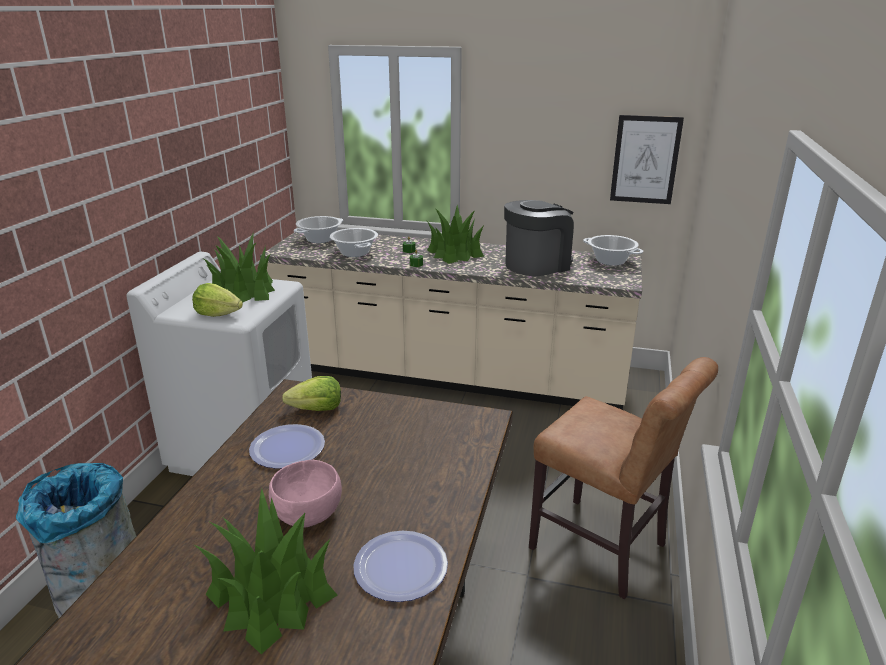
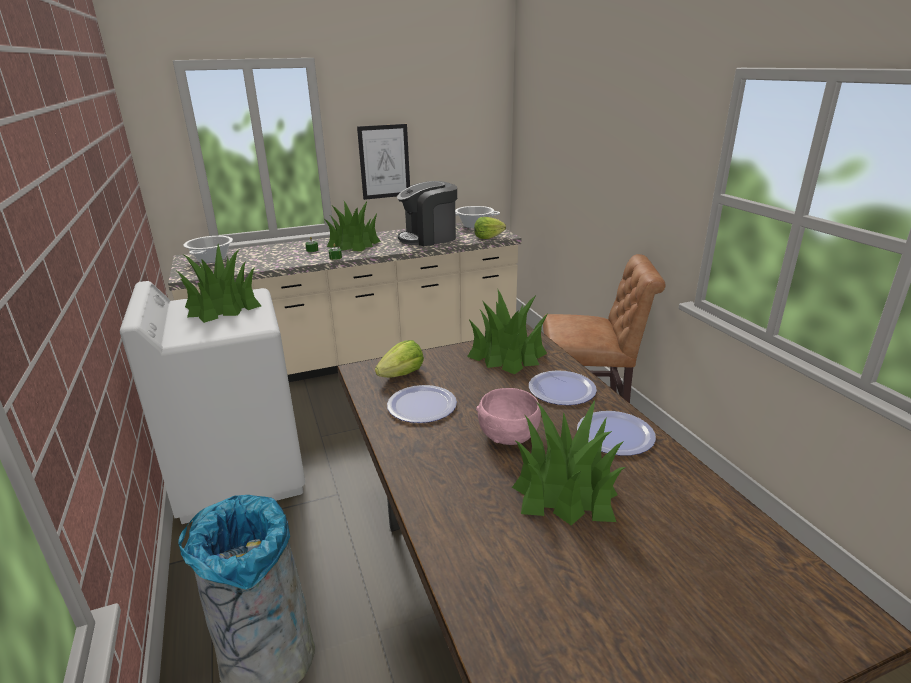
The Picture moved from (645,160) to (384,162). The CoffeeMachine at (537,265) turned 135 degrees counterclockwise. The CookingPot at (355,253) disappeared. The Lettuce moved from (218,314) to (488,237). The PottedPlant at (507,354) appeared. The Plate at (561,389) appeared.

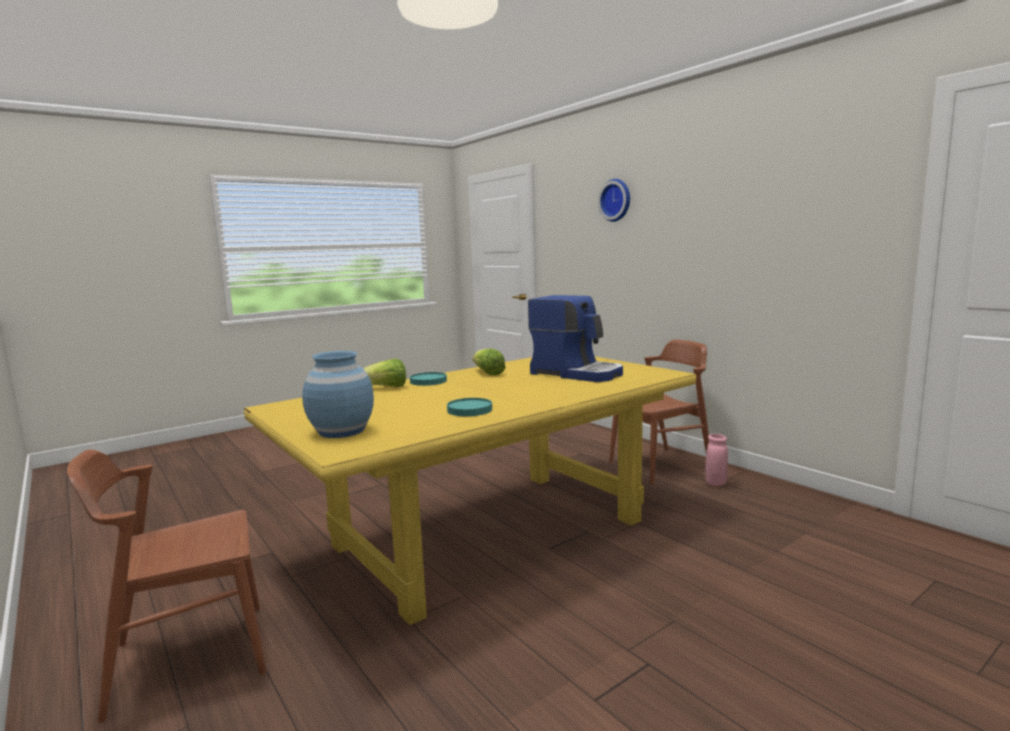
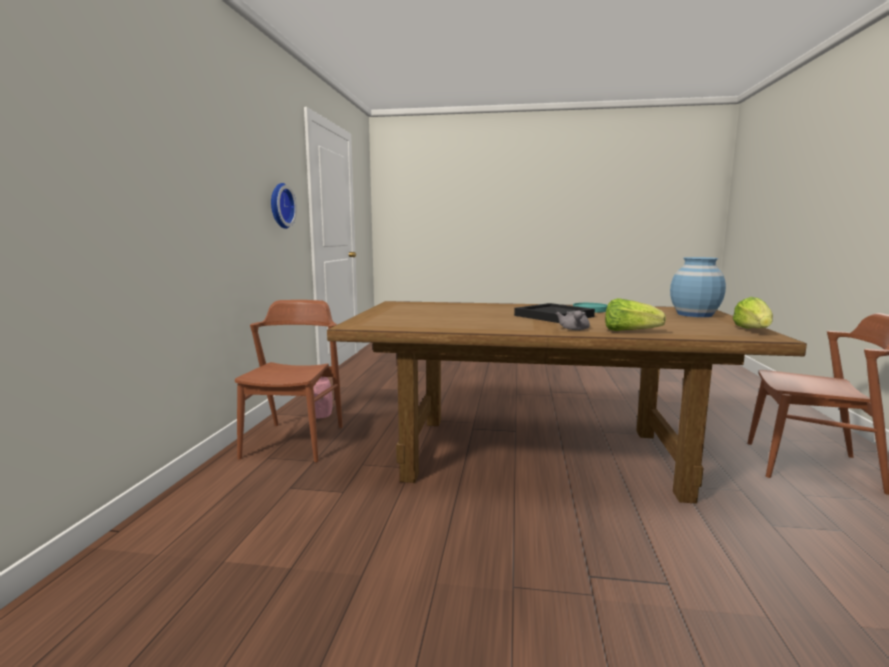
The WallClock moved from (616,200) to (280,206). The CoffeeMachine at (577,373) disappeared. The BrownChair at (660,465) turned 75 degrees clockwise. The Lettuce moved from (487,373) to (753,330). The YellowDiningTable at (491,533) became the BrownDiningTable at (537,454). The TurquoisePlate at (428,381) was replaced by the GreyTeapot at (574,329). The BlackTray at (555,316) appeared.

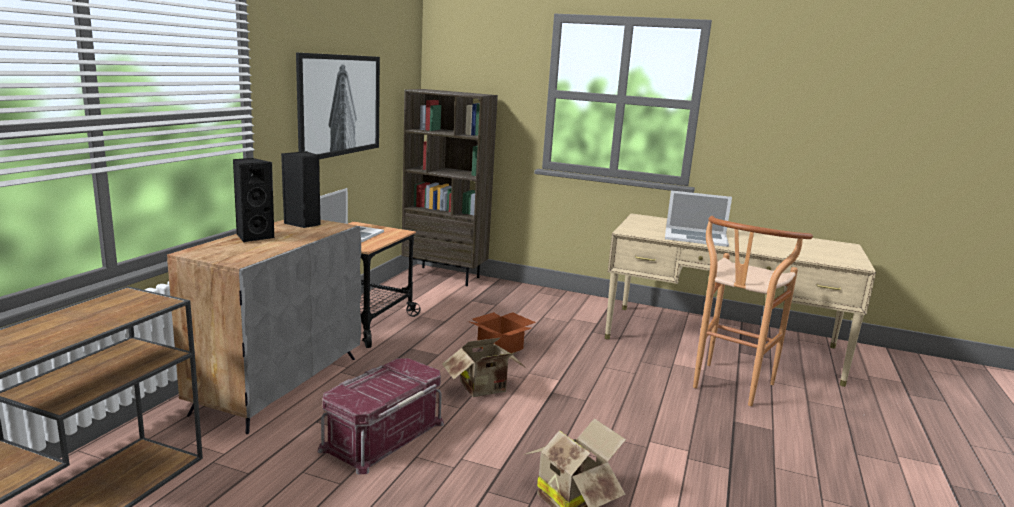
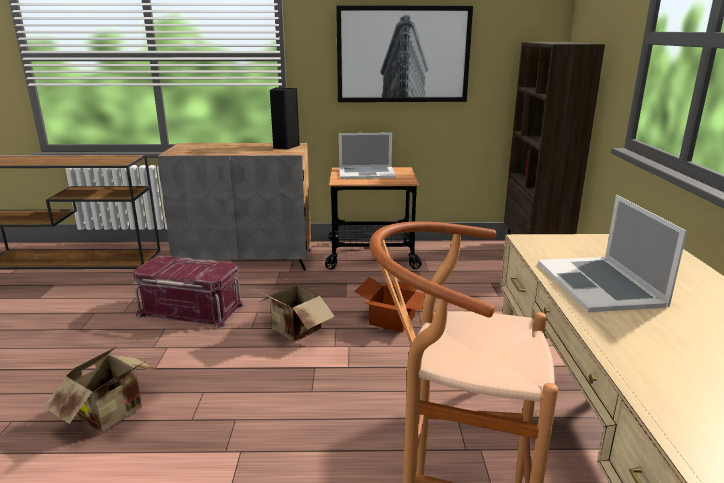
The BlackSpeaker at (253,237) disappeared.

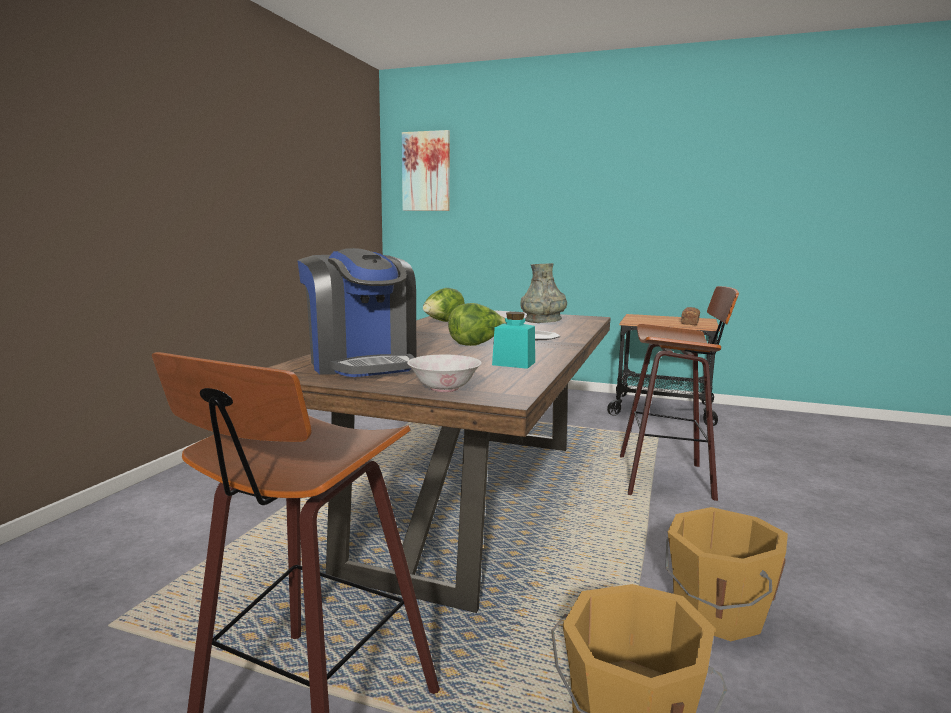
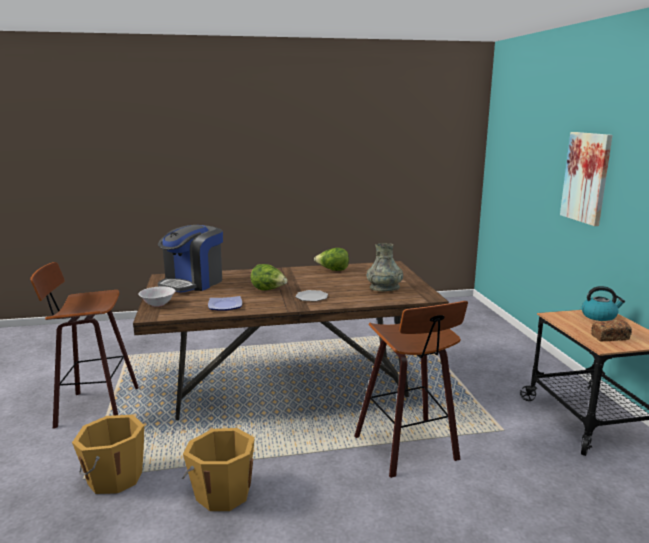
The Picture moved from (426,171) to (586,177). The TurquoiseJar at (513,363) was replaced by the Plate at (224,305). The Kettle at (599,316) appeared.

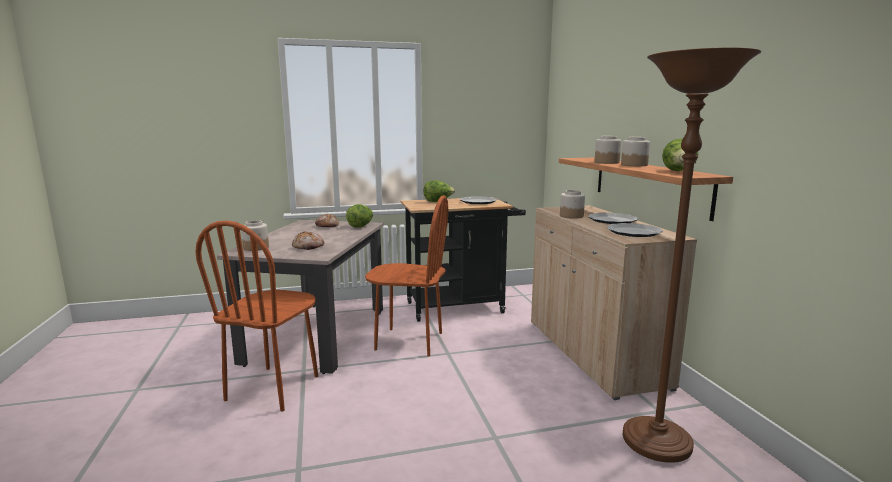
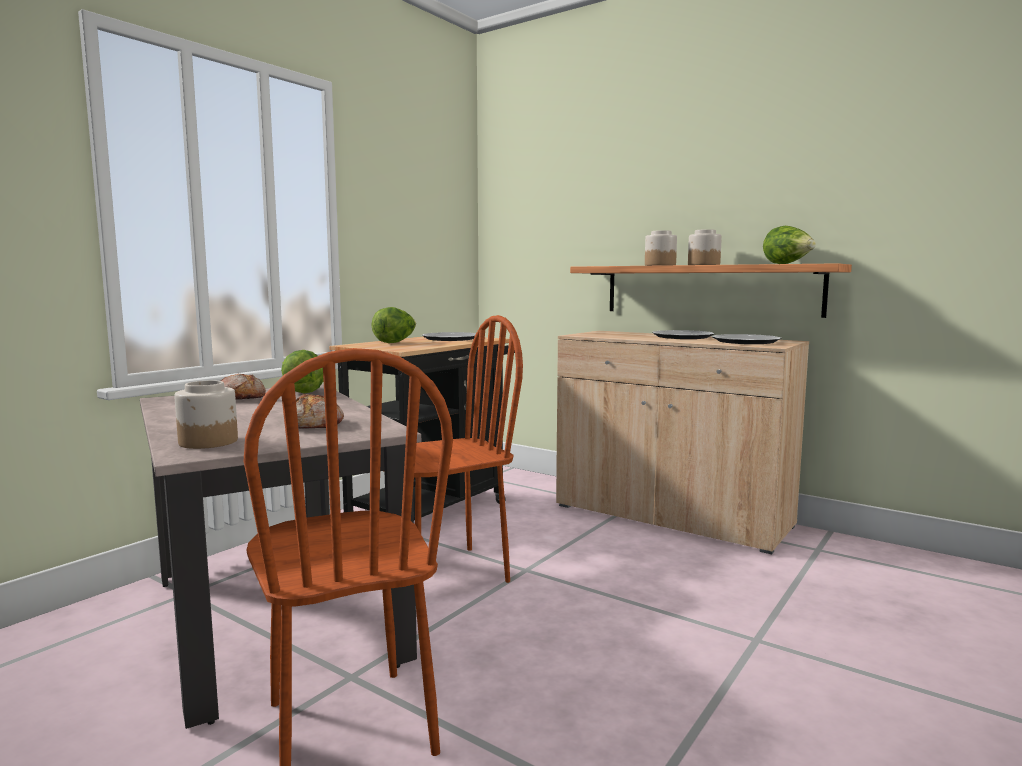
The BrownFloorLamp at (656,443) disappeared. The Jar at (571,216) disappeared.

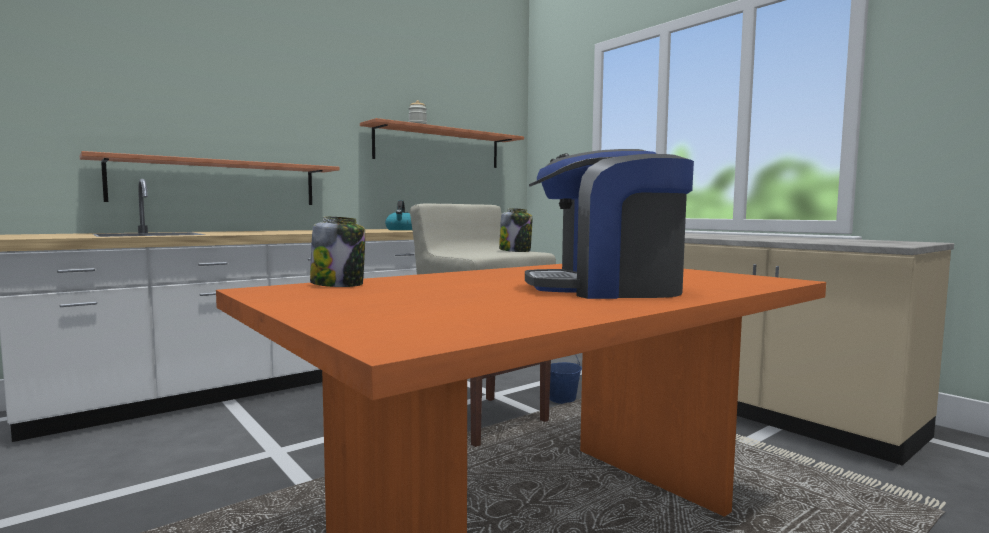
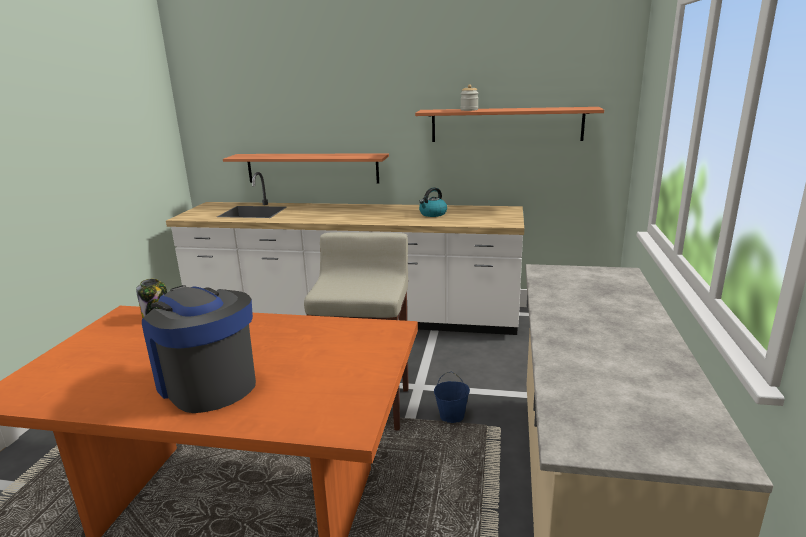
The Jar at (515,251) disappeared.

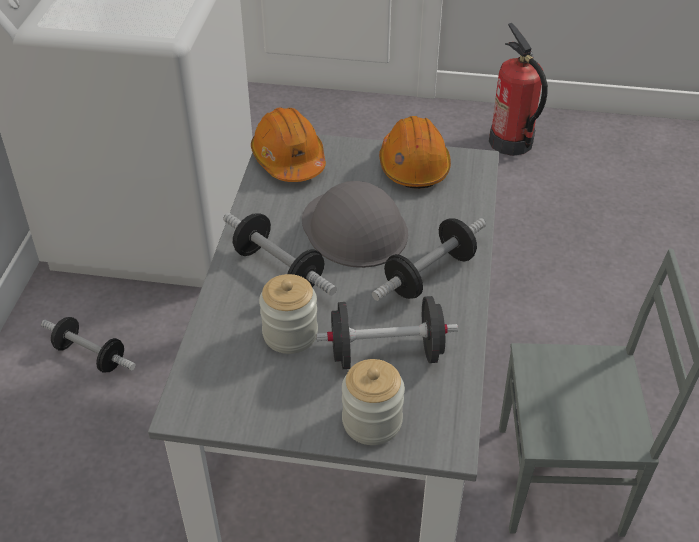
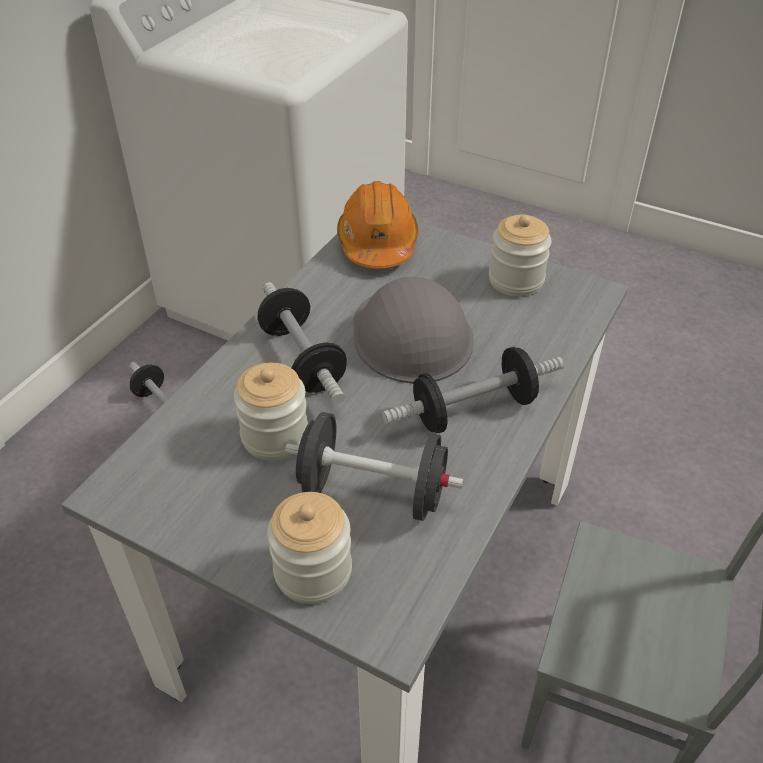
The FireExtinguisher at (511,142) disappeared. The OrangeHardHat at (413,166) was replaced by the Jar at (516,280).

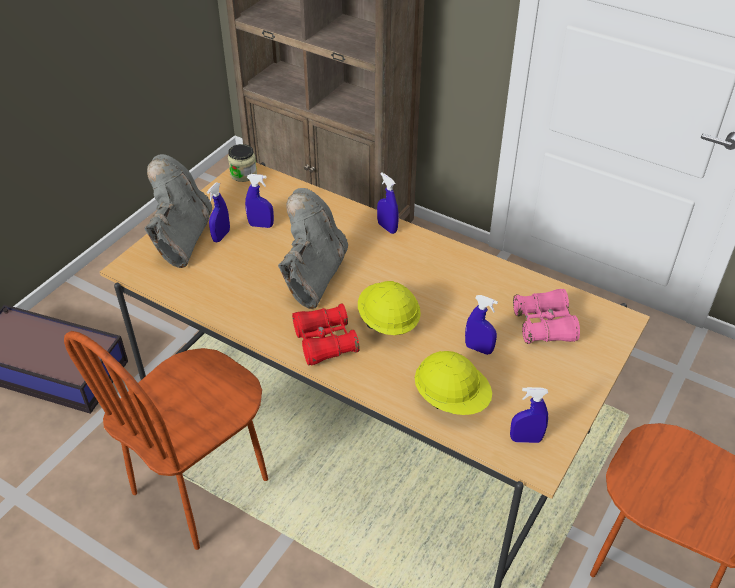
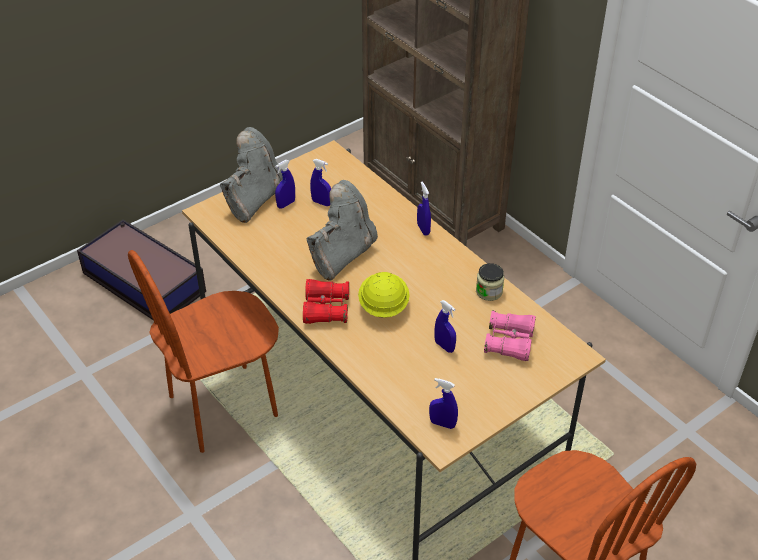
The Jar moved from (243,174) to (489,292). The YellowHardHat at (451,399) disappeared.

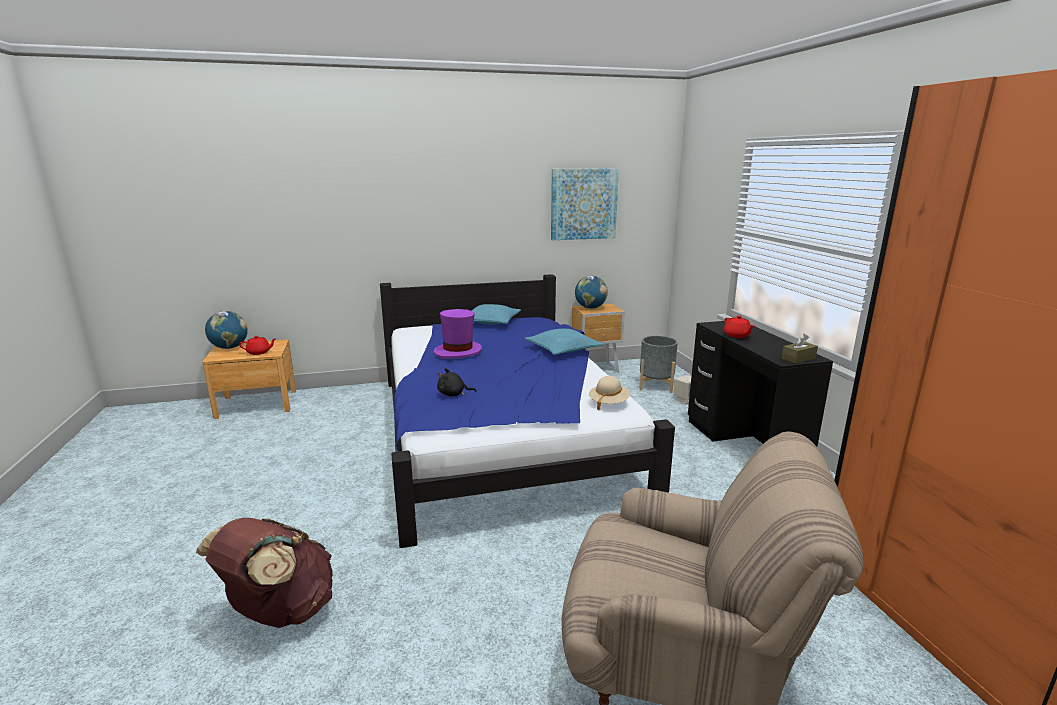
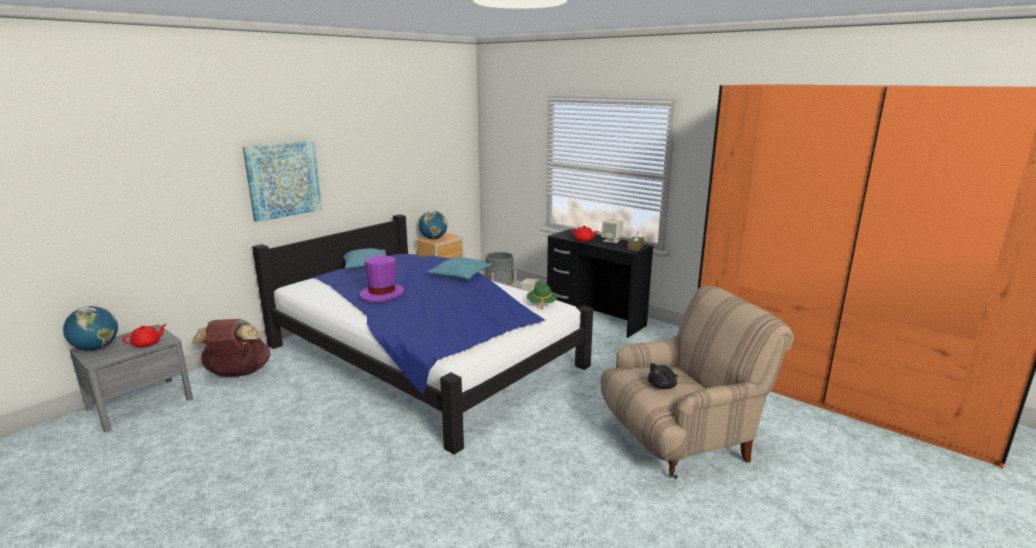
The Picture moved from (583,204) to (283,179). The BrownNightstand at (257,404) became the GreyNightstand at (140,403). The BlackPlushToy moved from (453,394) to (663,386). The BeigeHat at (608,403) became the GreenHat at (541,304). The BrownBackpack moved from (280,612) to (238,374). The BeigeSpeaker at (612,240) appeared.

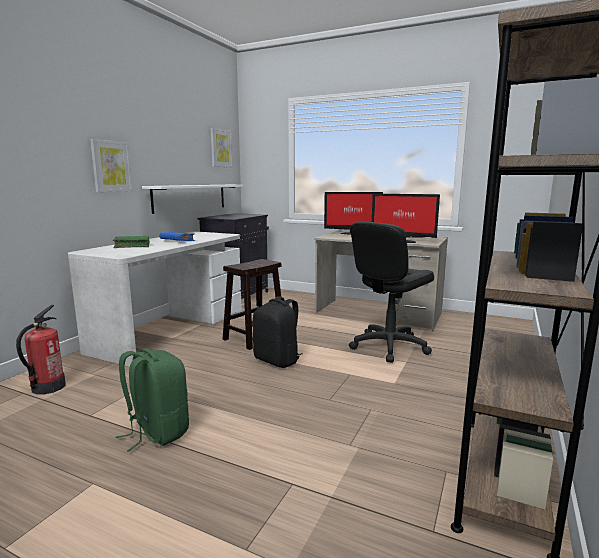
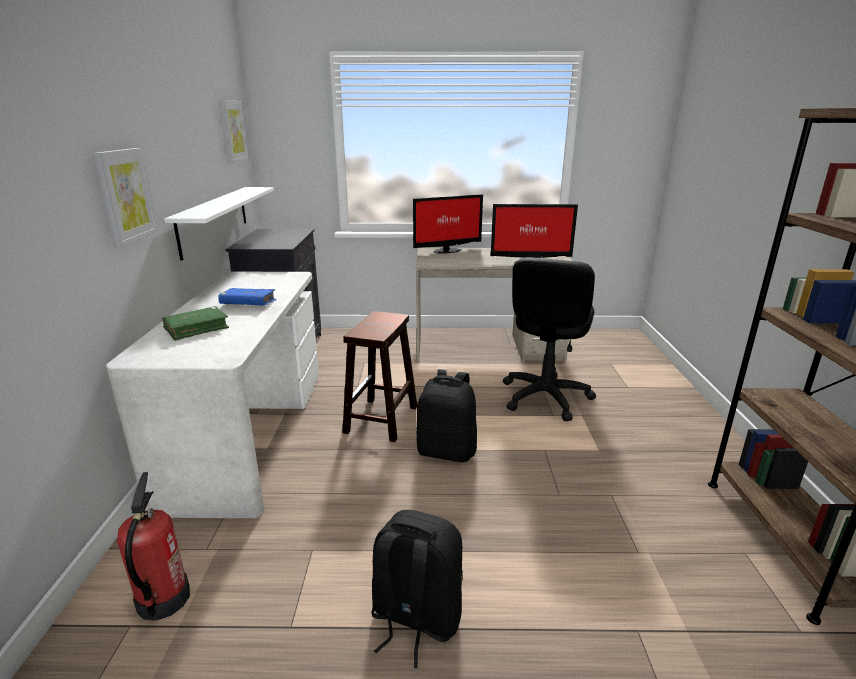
The GreenBackpack at (157,432) became the BlackBackpack at (415,619).

